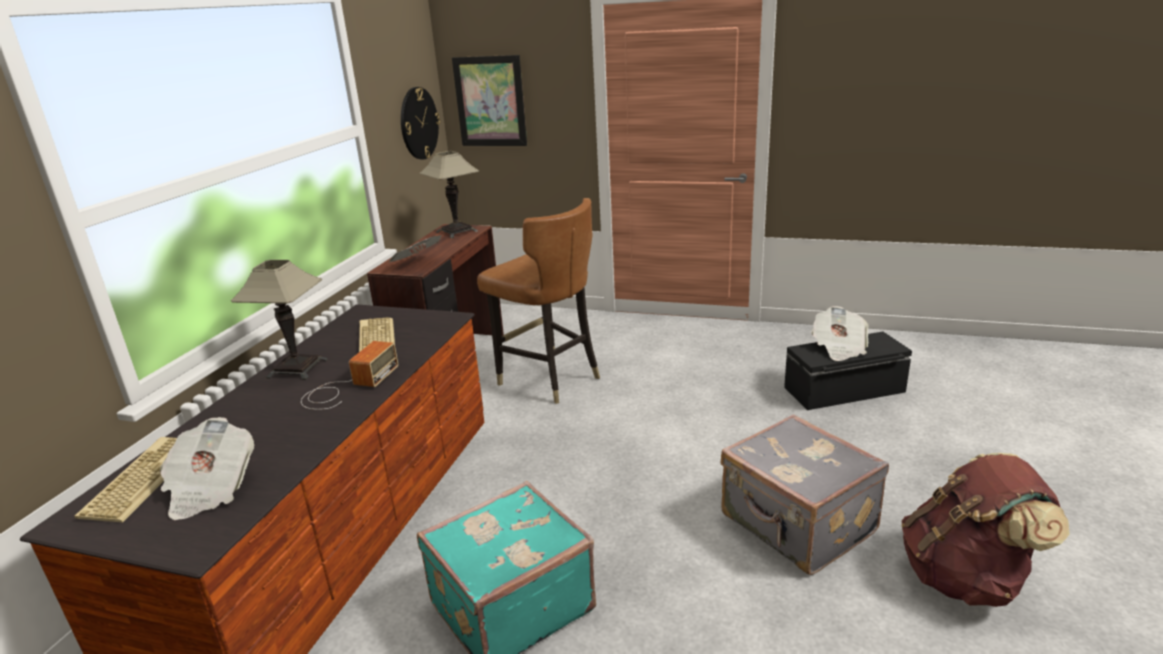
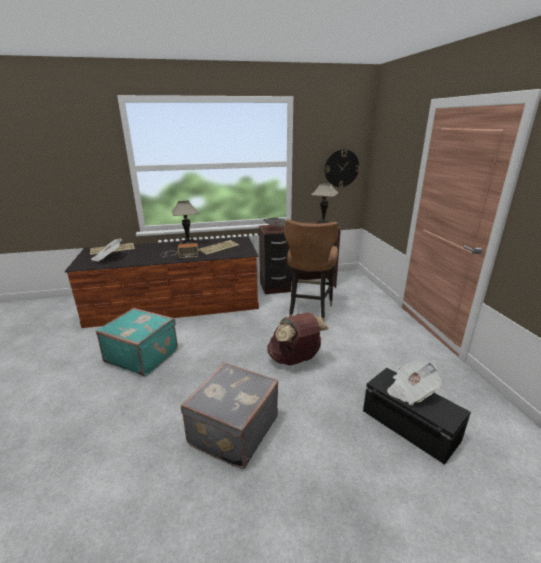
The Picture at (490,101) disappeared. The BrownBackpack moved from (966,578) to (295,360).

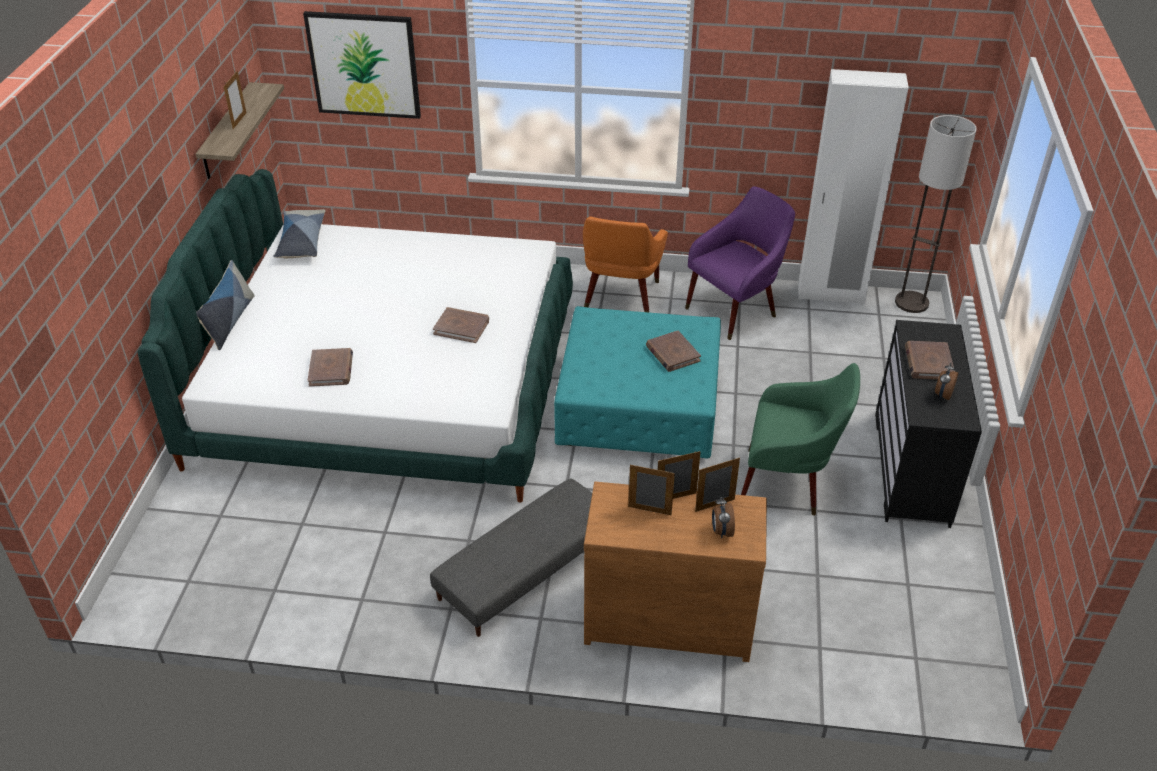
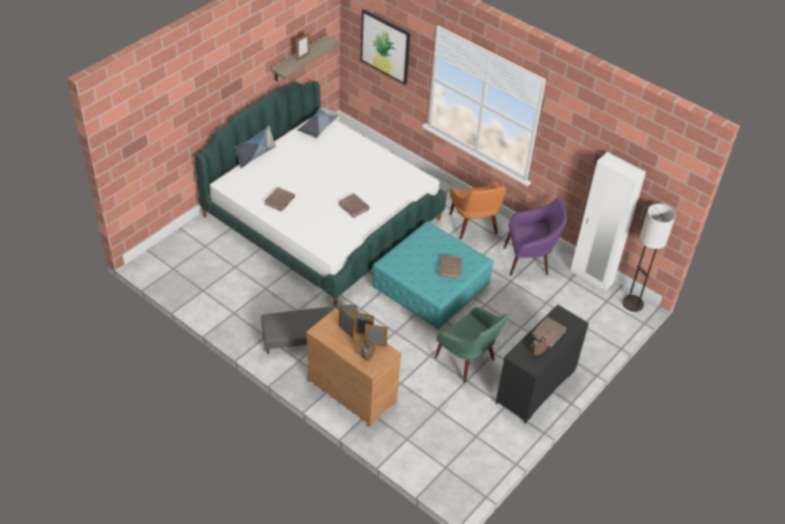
The OrangeArmchair at (620,299) turned 60 degrees counterclockwise.

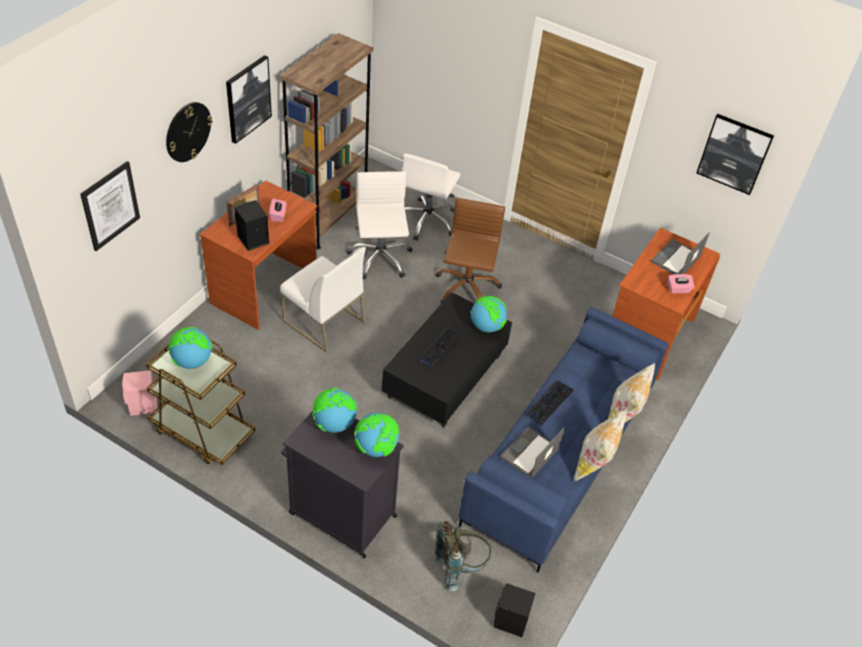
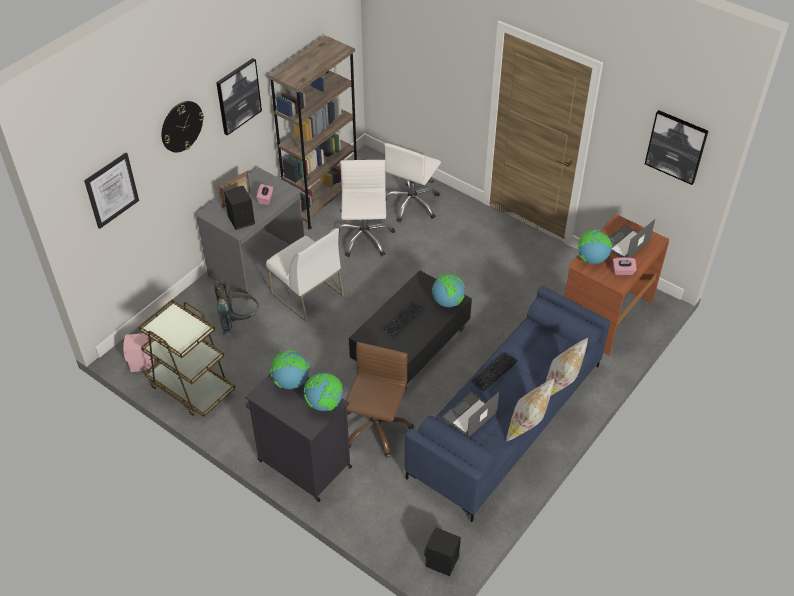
The BrownDesk at (265,289) became the GreyDesk at (258,264). The BrownOfficeChair moved from (466,288) to (376,428). The Globe moved from (192,362) to (591,259). The GreyBackpack moved from (461,566) to (239,321).

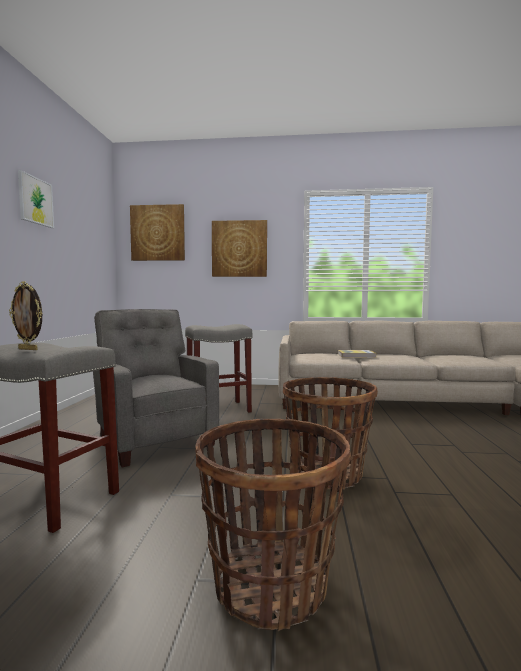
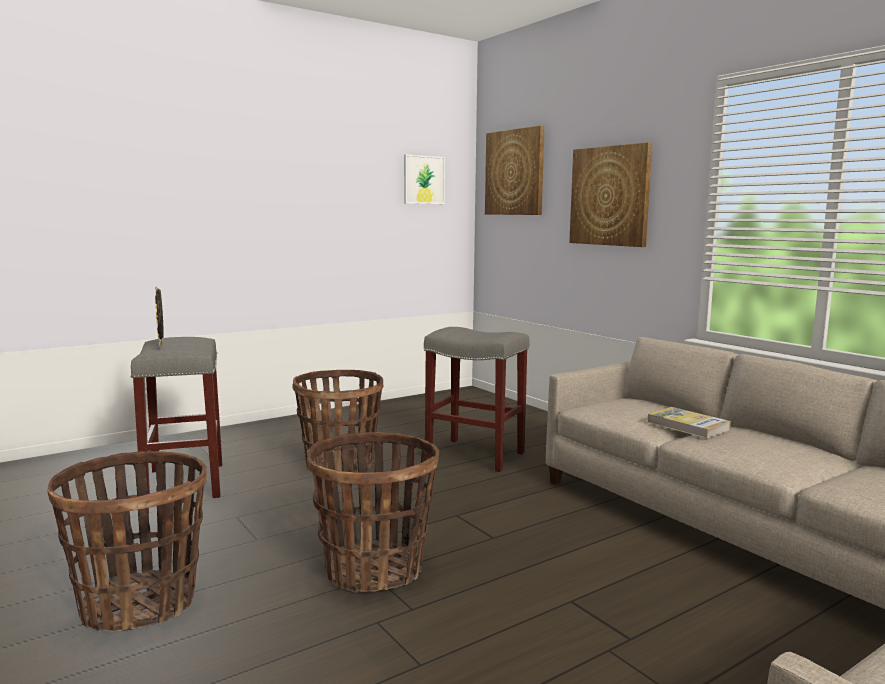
The Picture moved from (35,201) to (424,180). The GreyArmchair at (155,439) was replaced by the Basket at (340,464).

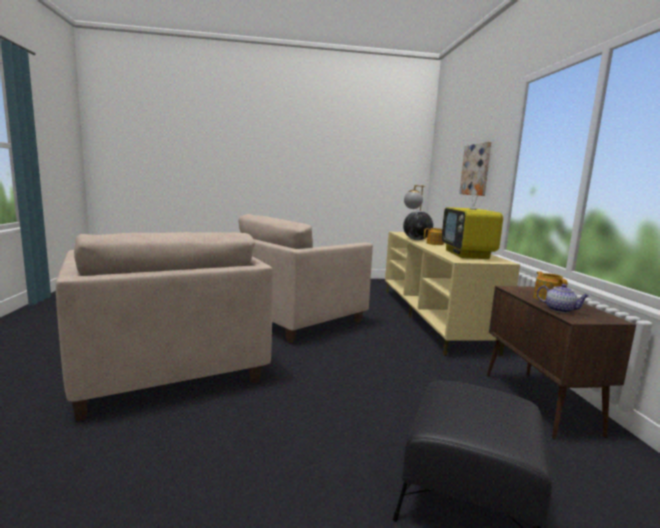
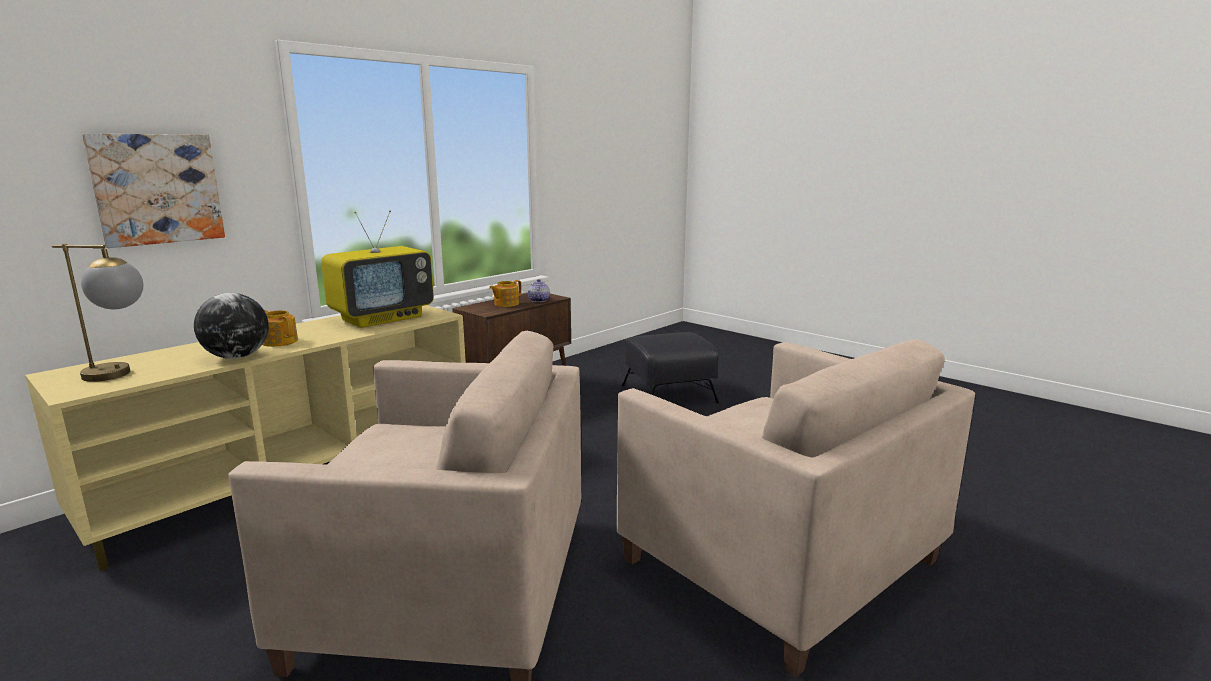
The BeigeArmchair at (169,368) turned 120 degrees clockwise.

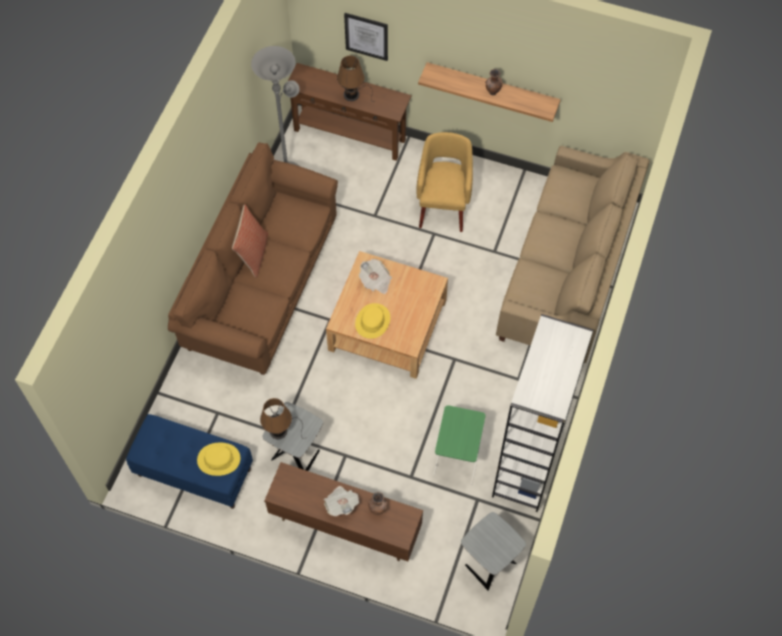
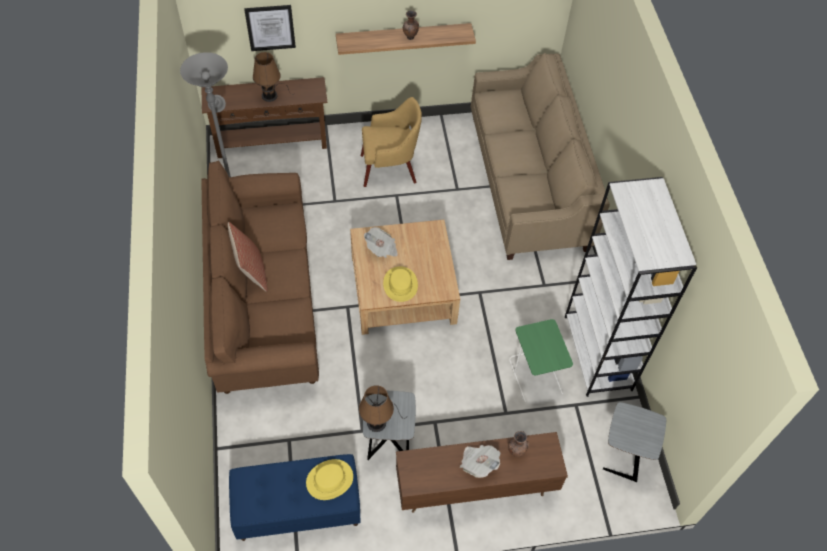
The YellowArmchair at (443,205) turned 105 degrees clockwise.

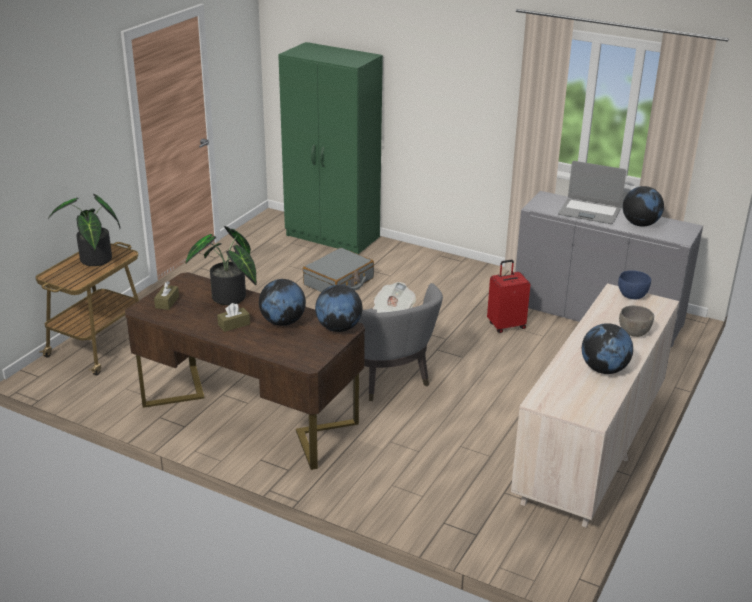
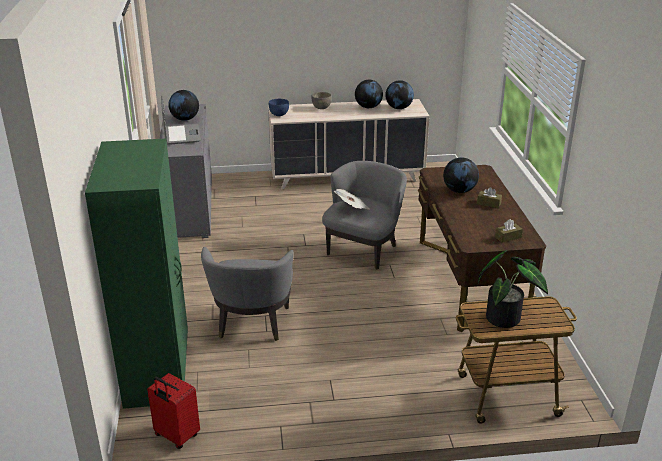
The PottedPlant at (229,299) disappeared. The GreySuitcase at (339,282) was replaced by the GreyArmchair at (252,324). The RedSuitcase moved from (506,325) to (176,436). The Globe moved from (338,328) to (399,108).

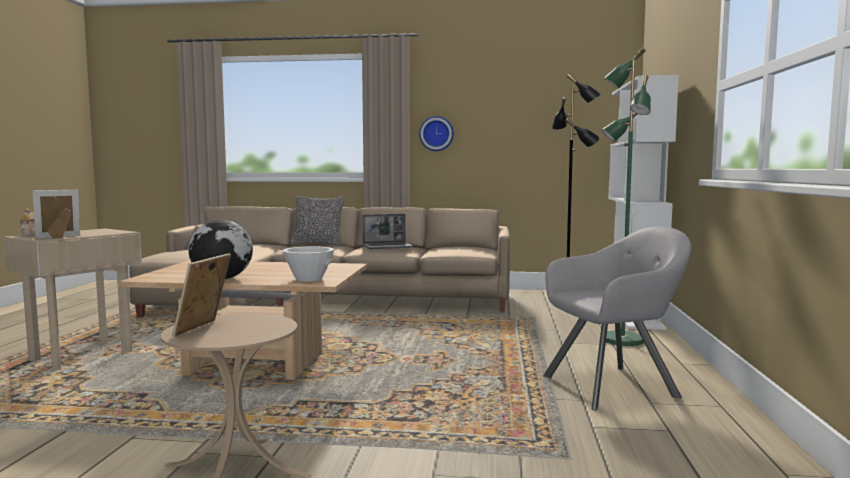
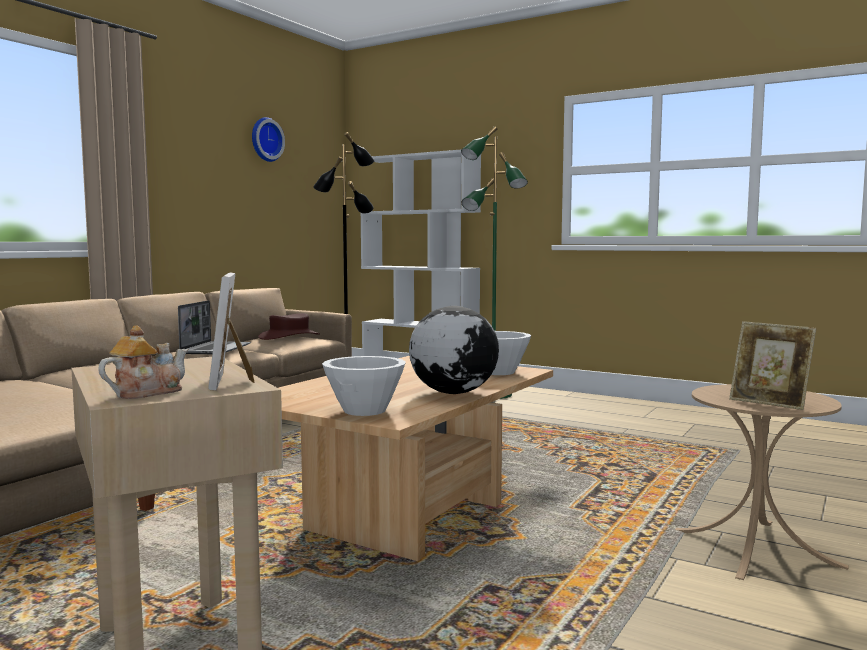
The WallClock moved from (436,133) to (265,139). The Pillow at (318,244) disappeared. The GreyArmchair at (614,386) disappeared. The BrownHat at (289,336) appeared. The WhiteBowl at (364,410) appeared.

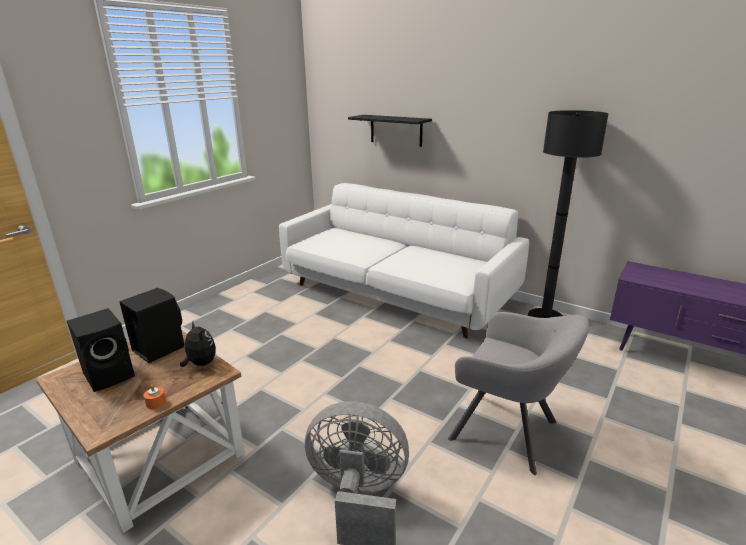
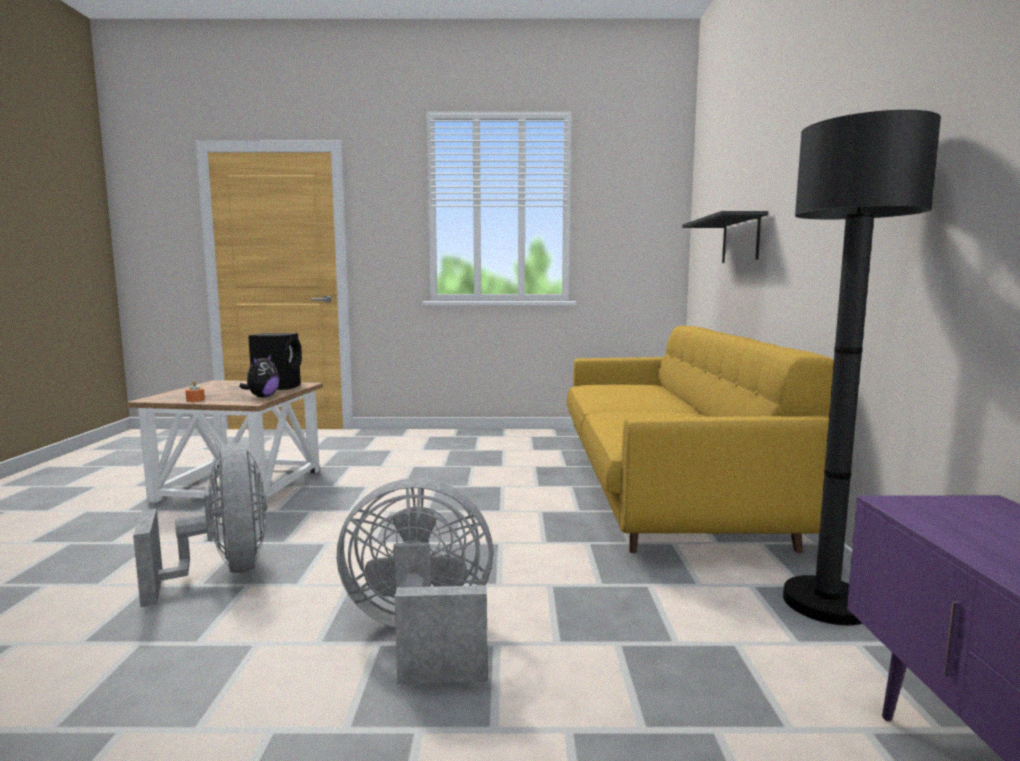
The WhiteSofa at (396,293) became the YellowSofa at (663,486). The BlackSpeaker at (111,374) disappeared. The GreyArmchair at (509,432) was replaced by the GreyFan at (421,636).

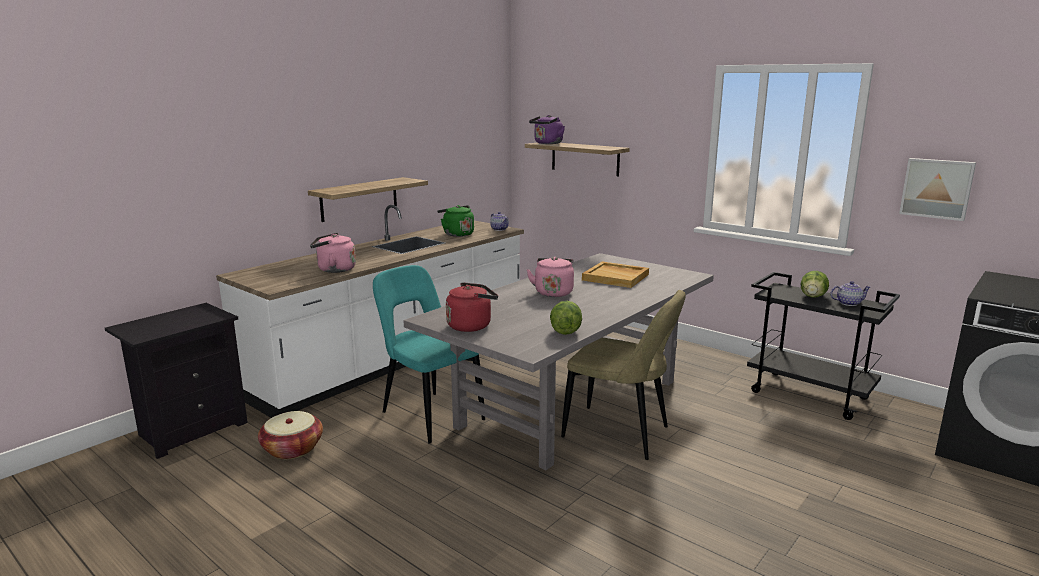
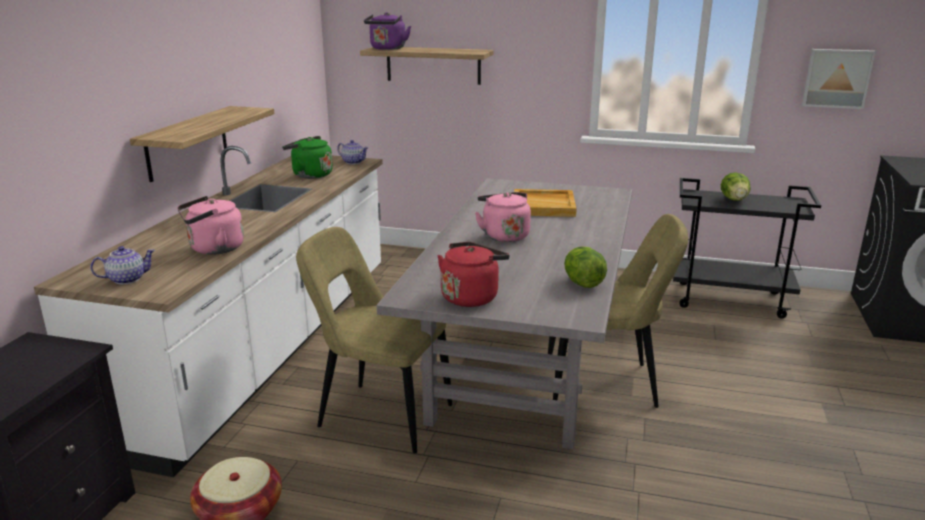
The TurquoiseChair at (429,415) became the BeigeChair at (379,415). The Teapot moved from (848,303) to (126,279).

